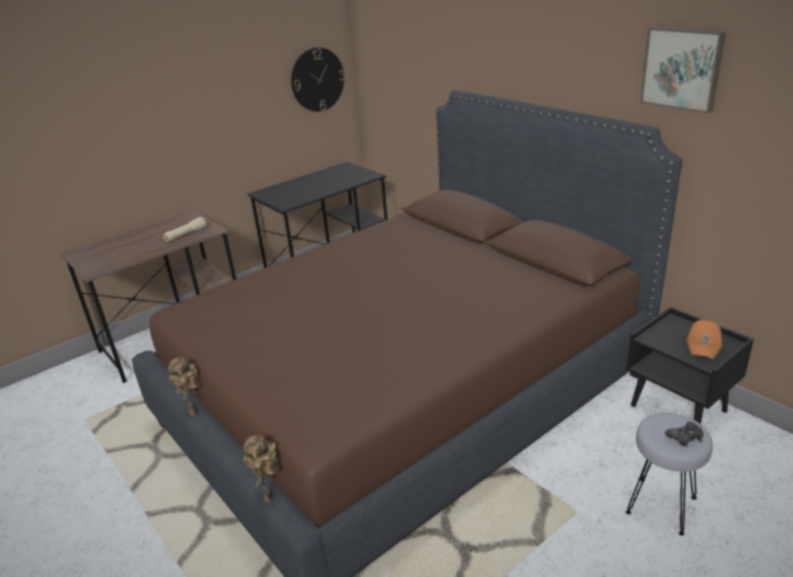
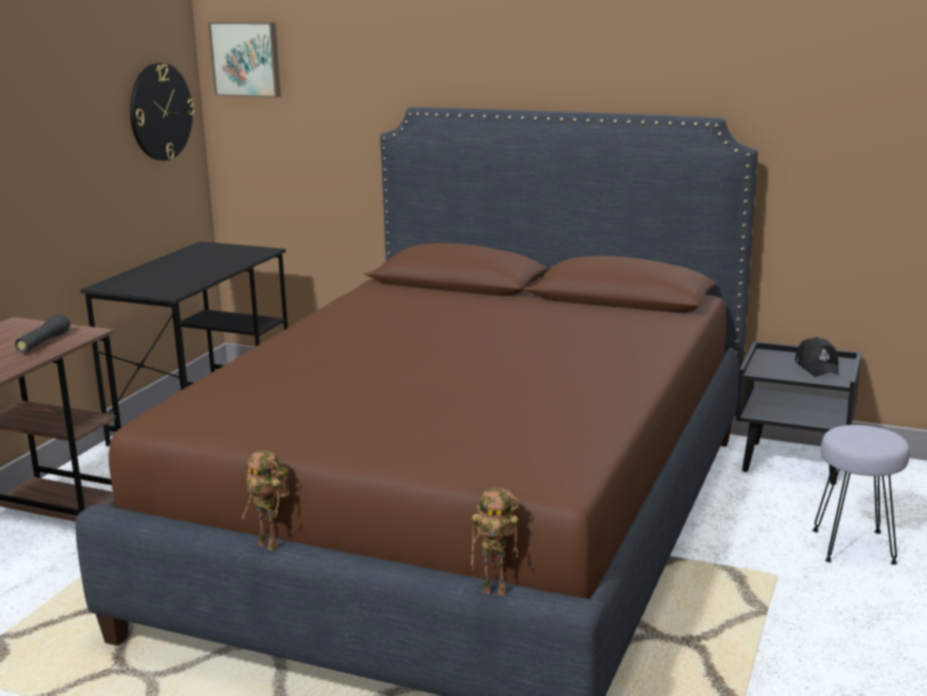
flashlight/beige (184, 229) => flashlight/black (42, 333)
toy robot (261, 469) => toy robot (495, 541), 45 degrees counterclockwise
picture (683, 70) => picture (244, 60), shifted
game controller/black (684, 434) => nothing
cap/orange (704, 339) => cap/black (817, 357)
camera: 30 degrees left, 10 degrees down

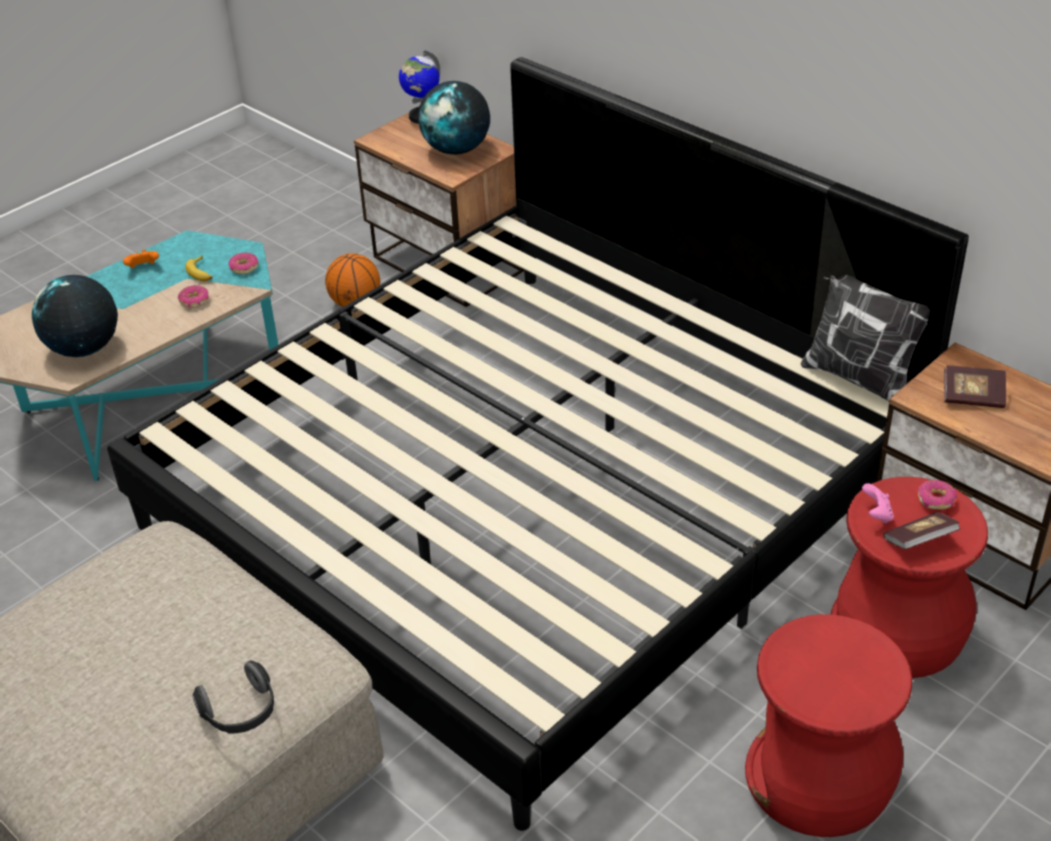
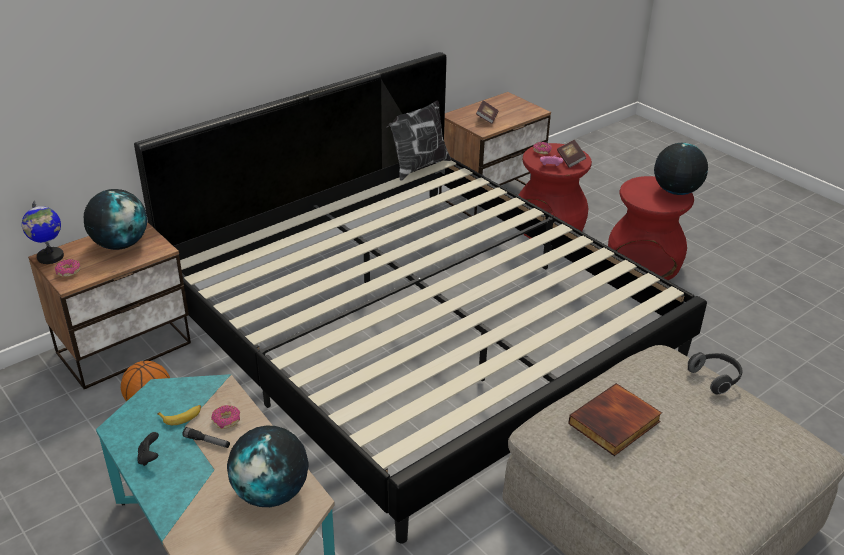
game controller/orange (141, 259) => game controller/black (148, 449)
donut (243, 263) => donut (68, 268), shifted
nothing => flashlight (206, 437)
nothing => book (615, 419)
nothing => globe (681, 169)
camera: 85 degrees left, 5 degrees down

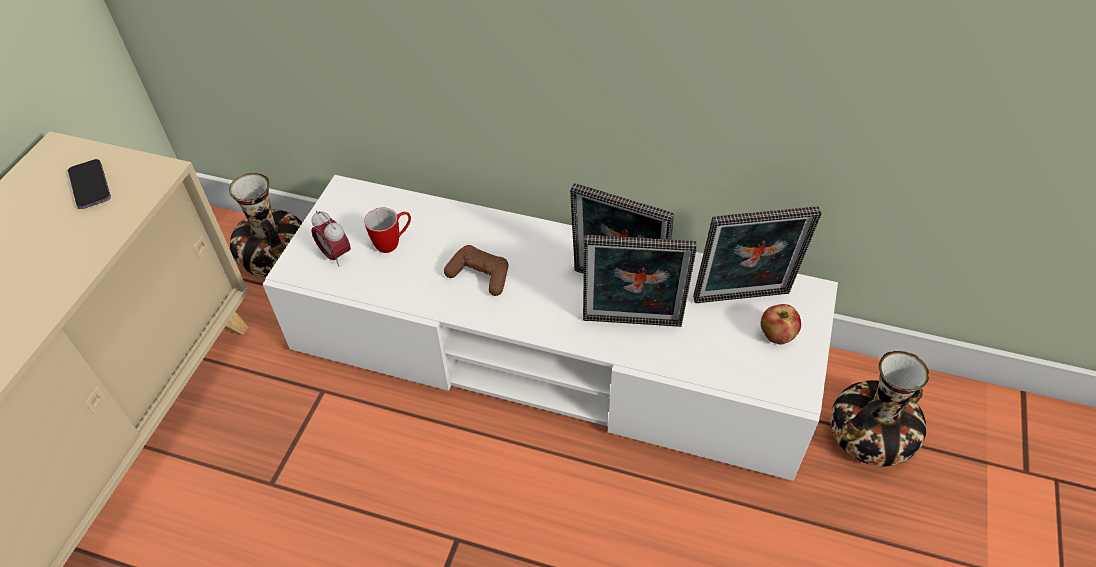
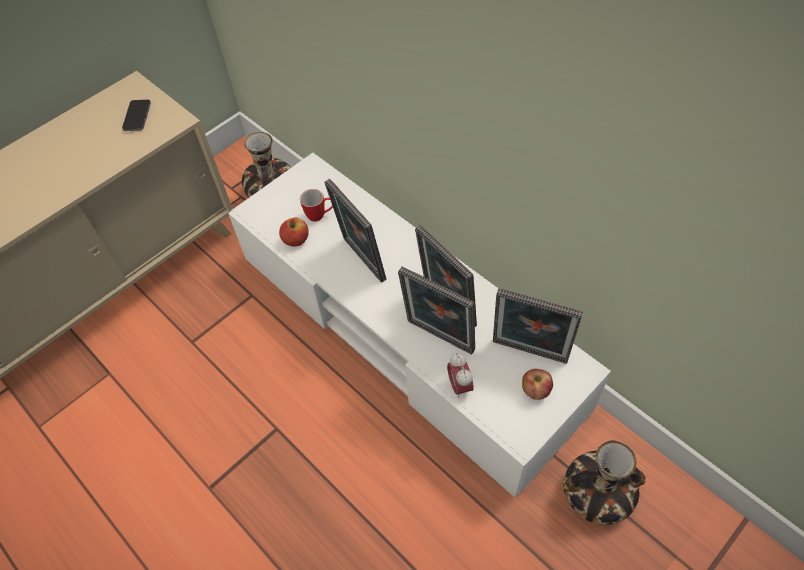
alarm clock (331, 238) => alarm clock (460, 375), shifted
game controller/brown (476, 270) => picture frame (355, 231)
nothing => apple (294, 232)
camera: 30 degrees right, 5 degrees up

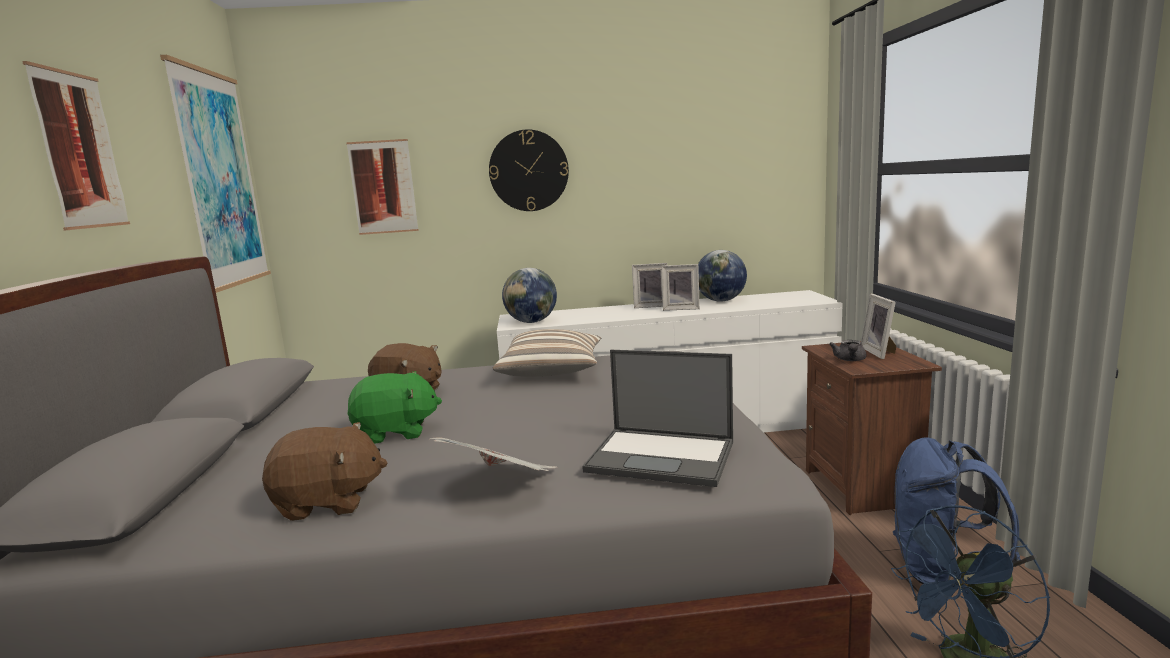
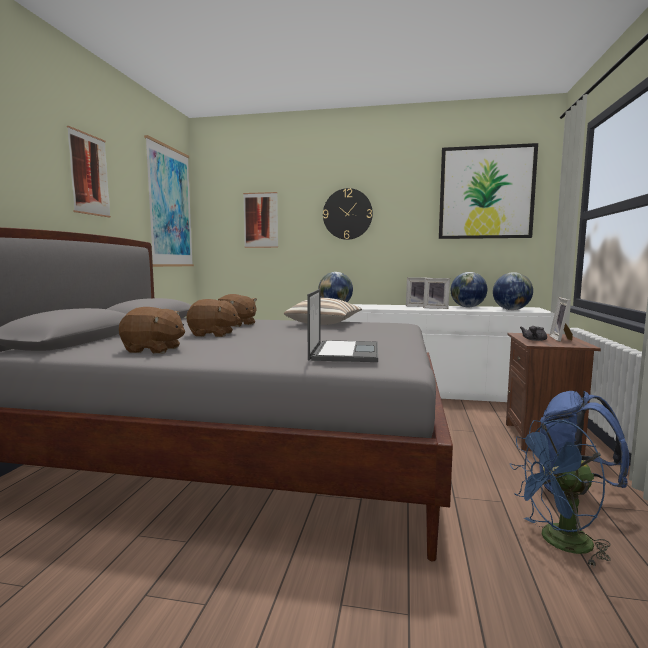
plush toy/green (394, 407) => plush toy/brown (213, 318)
newspaper (493, 454) => nothing
laptop (657, 418) => laptop (342, 325), 120 degrees counterclockwise
nothing => picture (488, 191)
nothing => globe (513, 291)
camera: 15 degrees right, 5 degrees down

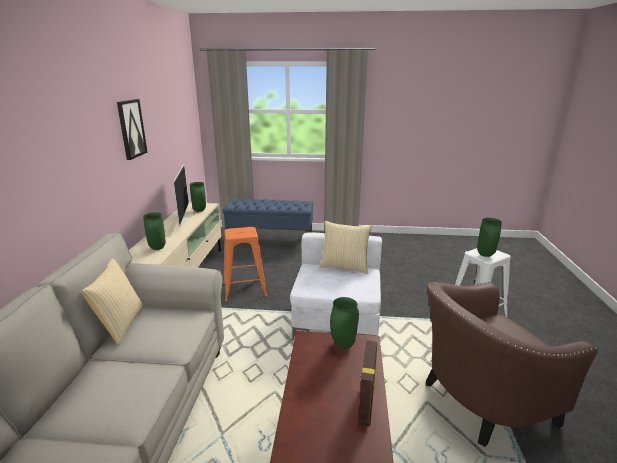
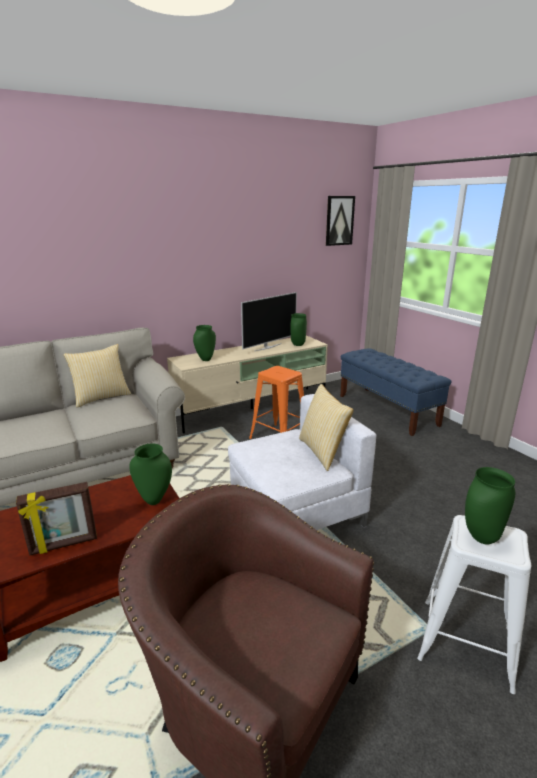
picture (132, 129) => picture (340, 221), shifted
camera: 55 degrees right, 0 degrees up

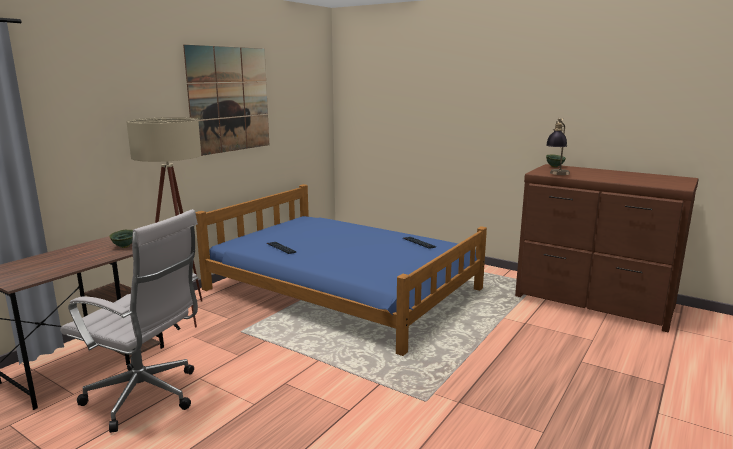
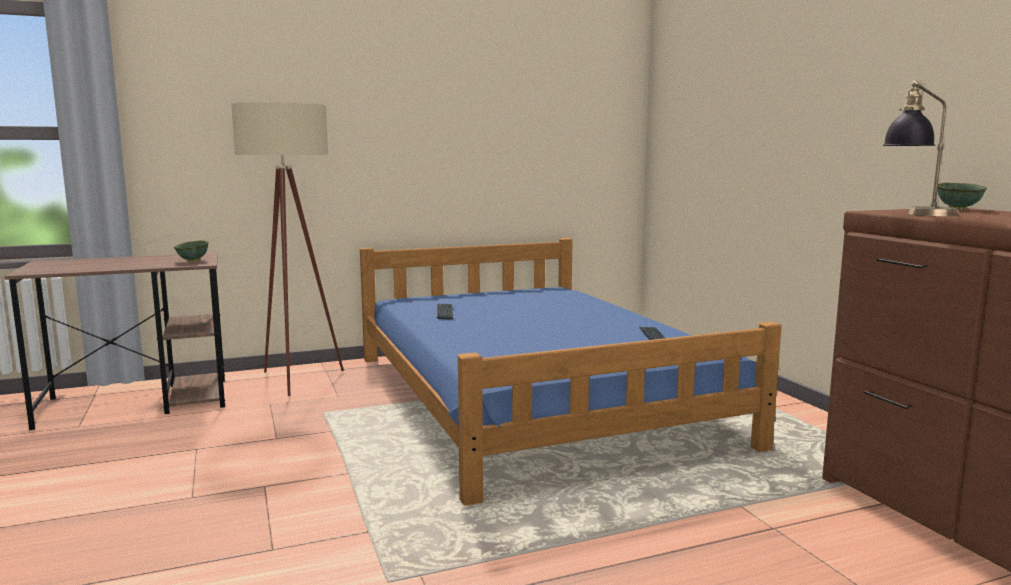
office chair/white (129, 321) => nothing
picture (226, 100) => nothing
camera: 35 degrees right, 5 degrees down

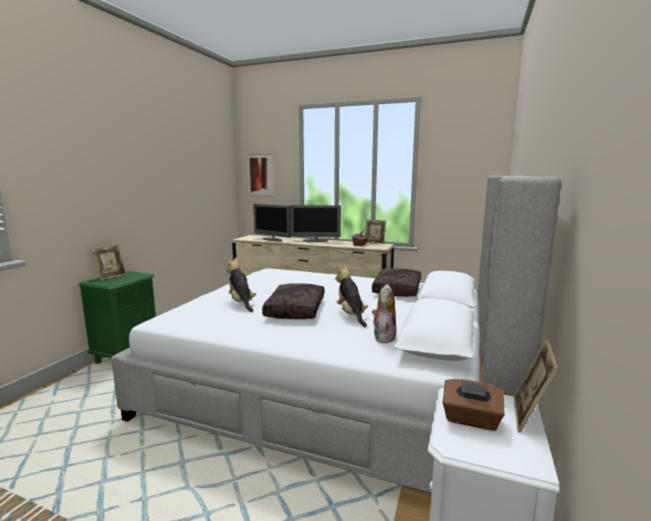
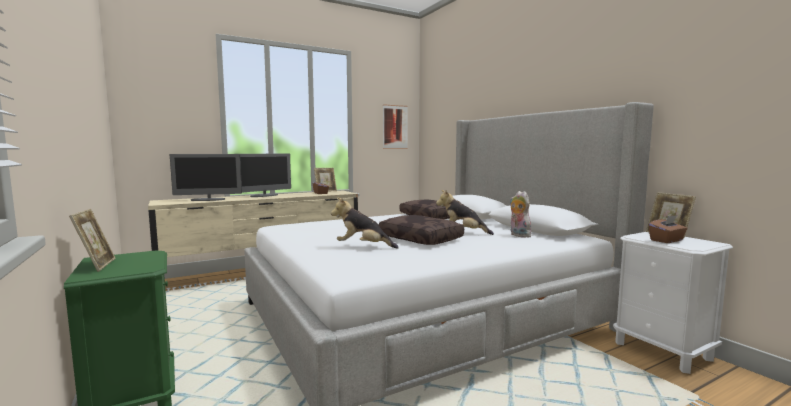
picture (261, 175) => picture (395, 126), shifted
camera: 50 degrees left, 5 degrees down

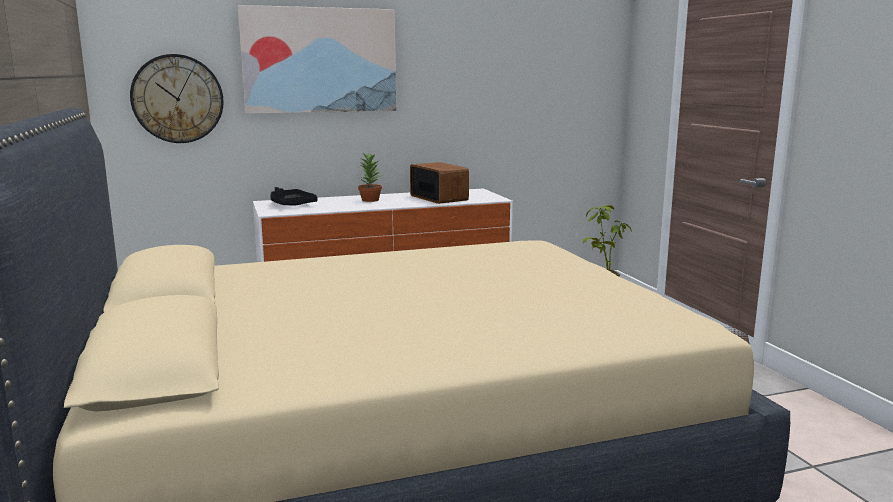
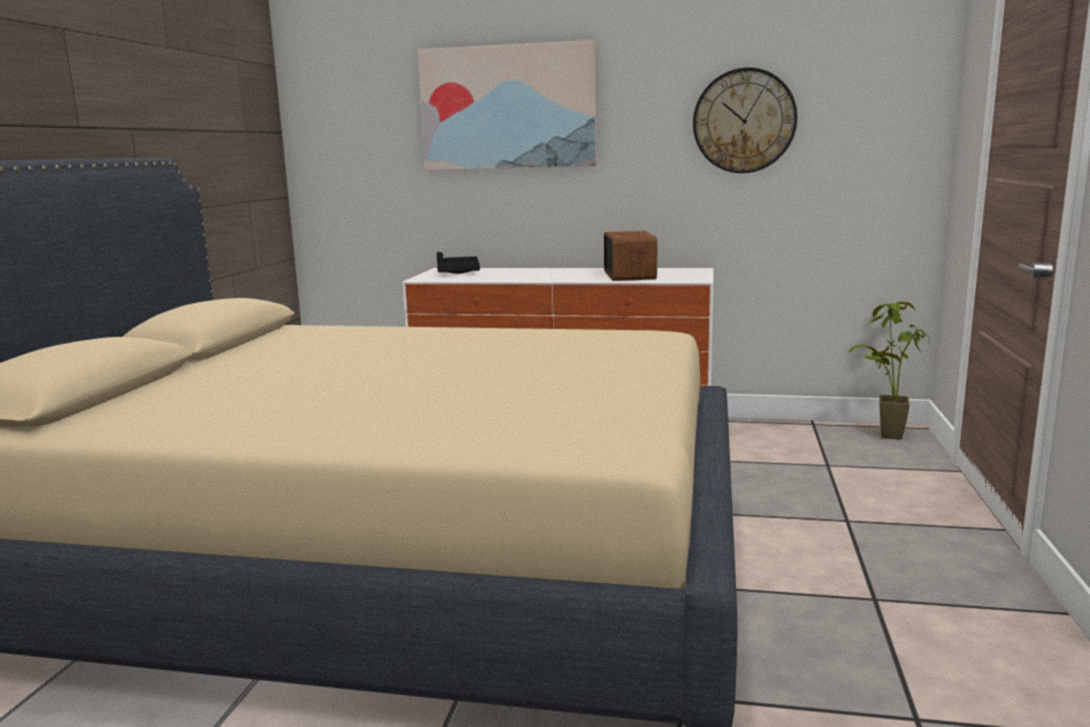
wall clock (177, 98) => wall clock (745, 120), shifted
potted plant (370, 177) => nothing
camera: 30 degrees right, 0 degrees up

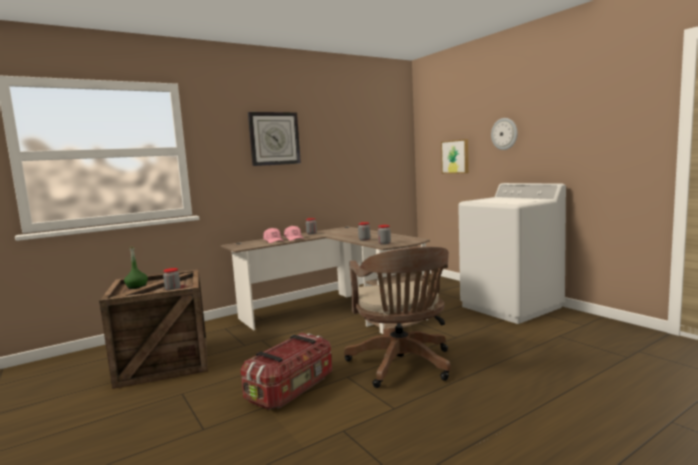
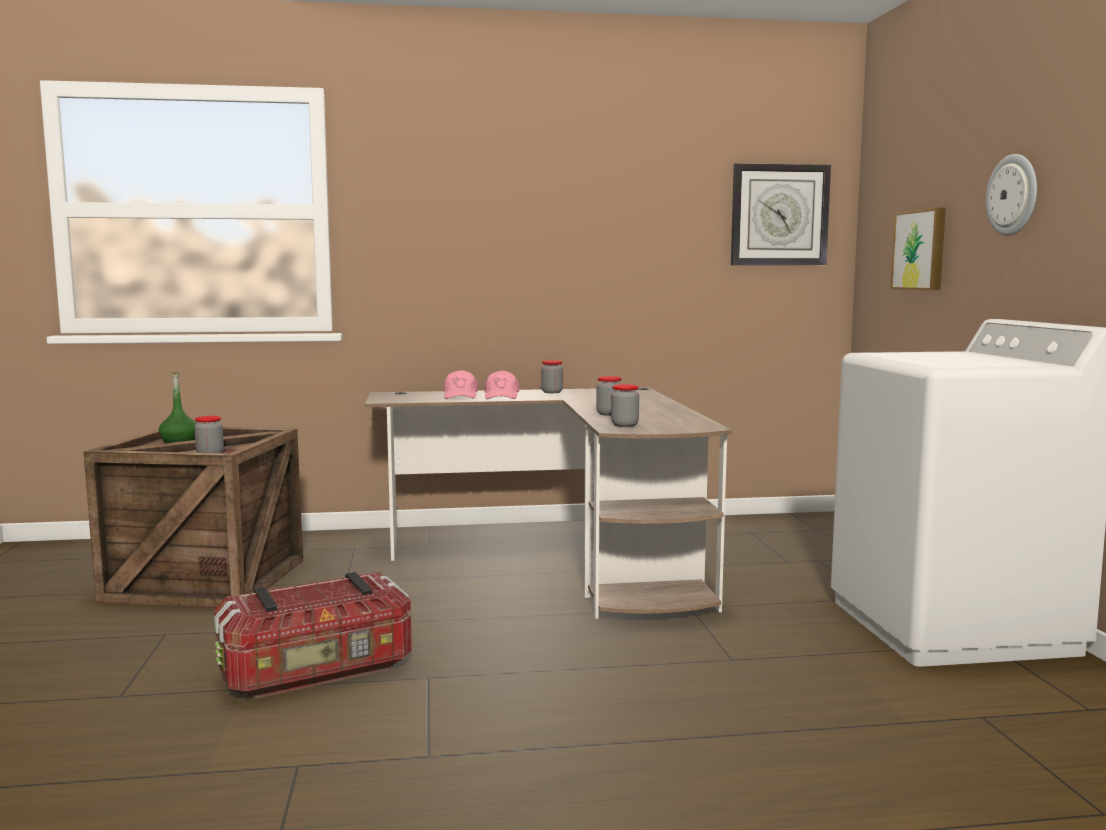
wall clock (274, 139) => wall clock (781, 214), shifted
office chair/brown (397, 317) => nothing
camera: 25 degrees right, 0 degrees up

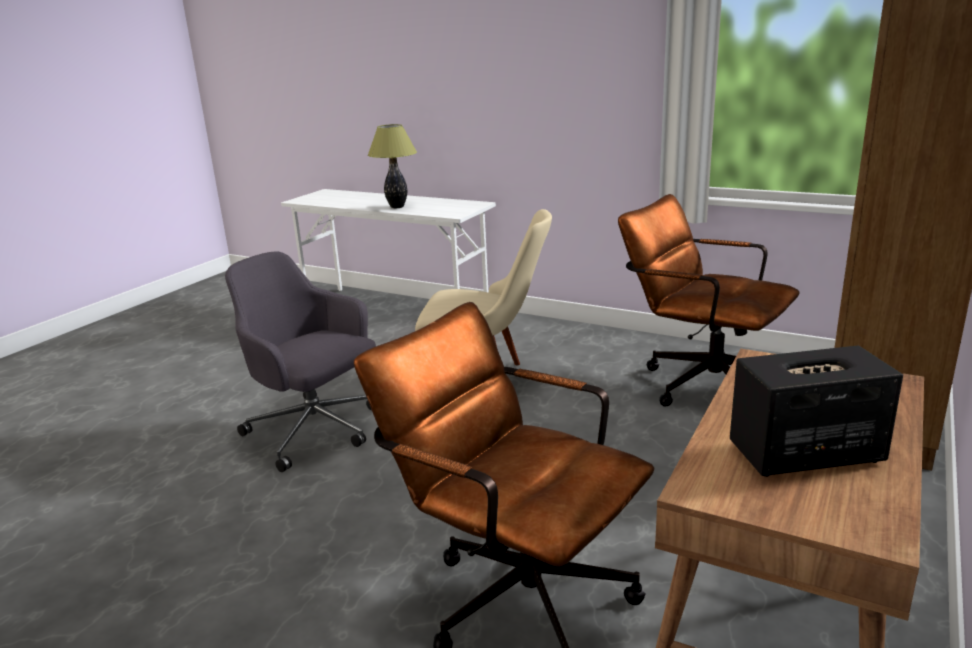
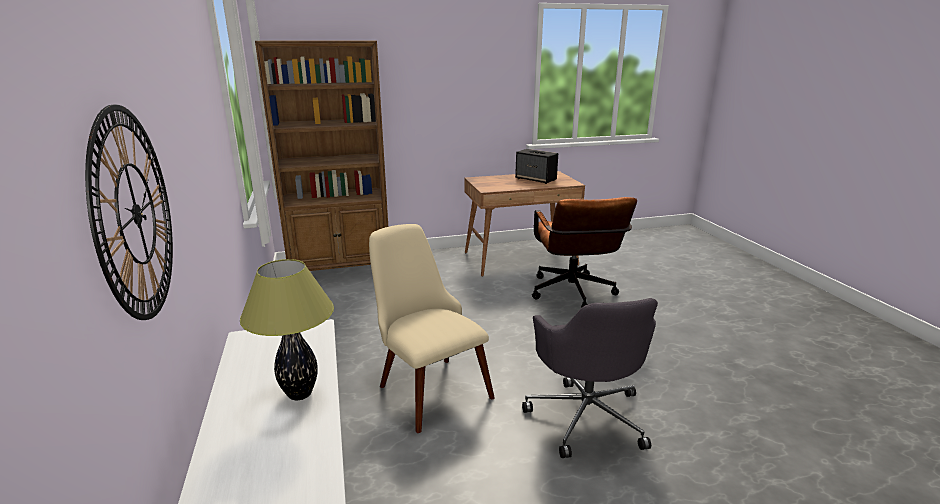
office chair/brown (708, 300) => nothing
nothing => wall clock (129, 212)
camera: 135 degrees left, 0 degrees up

